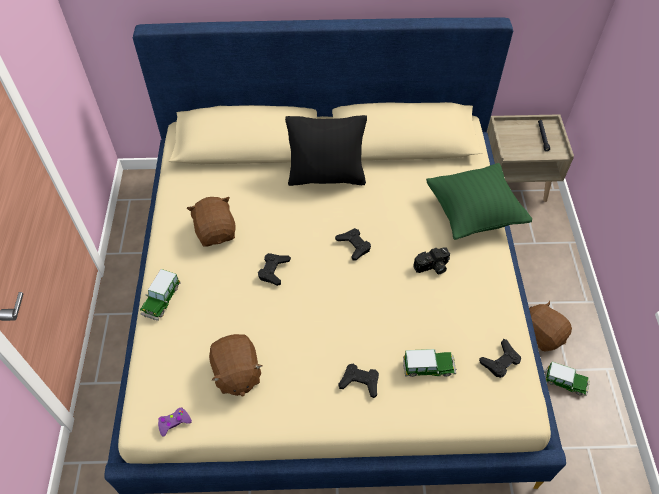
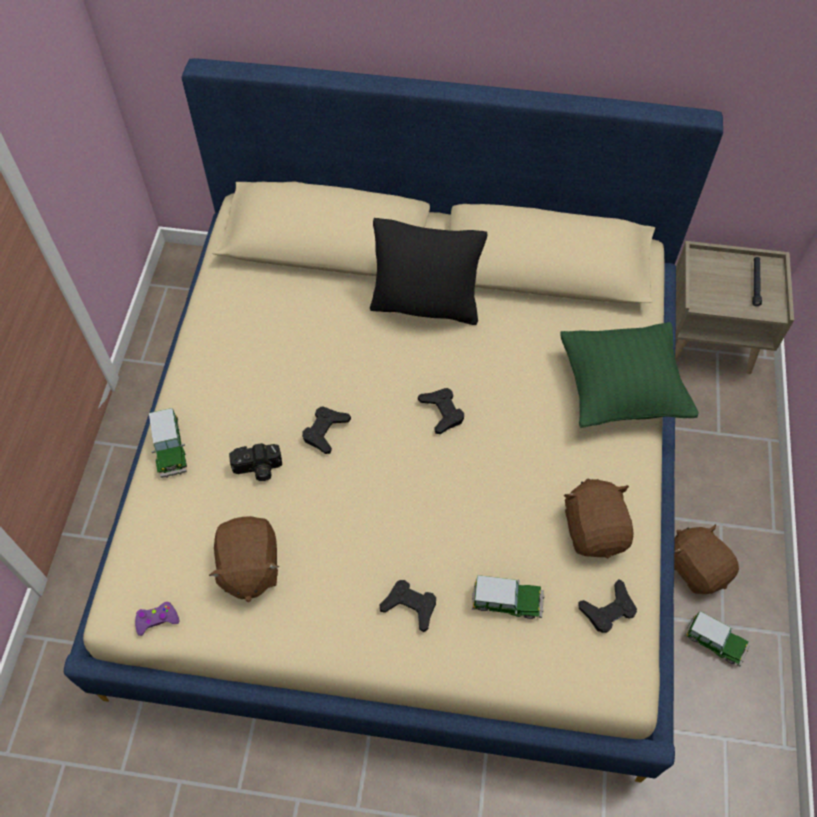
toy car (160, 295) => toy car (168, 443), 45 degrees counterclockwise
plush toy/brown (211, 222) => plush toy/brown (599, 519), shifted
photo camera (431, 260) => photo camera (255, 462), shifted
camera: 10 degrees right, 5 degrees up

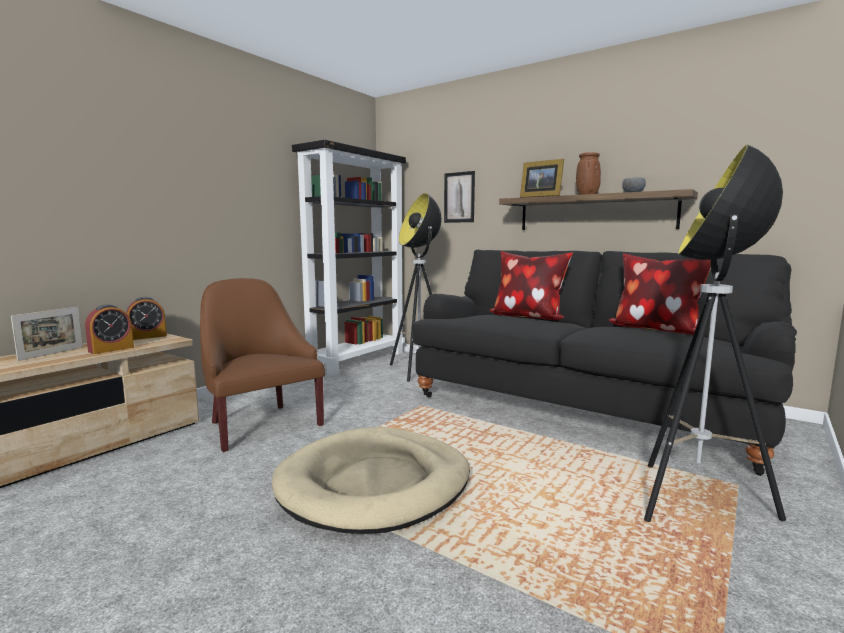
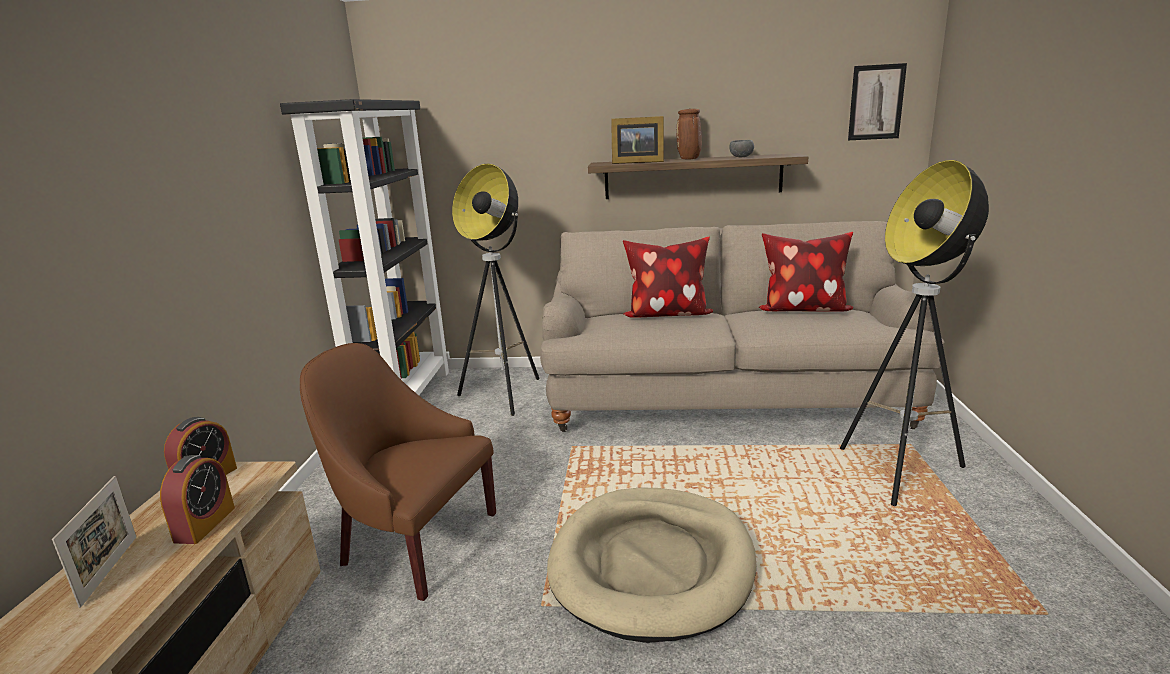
sofa/black (604, 363) => sofa/beige (742, 326)
picture (459, 197) => picture (877, 101), shifted
camera: 30 degrees left, 10 degrees up

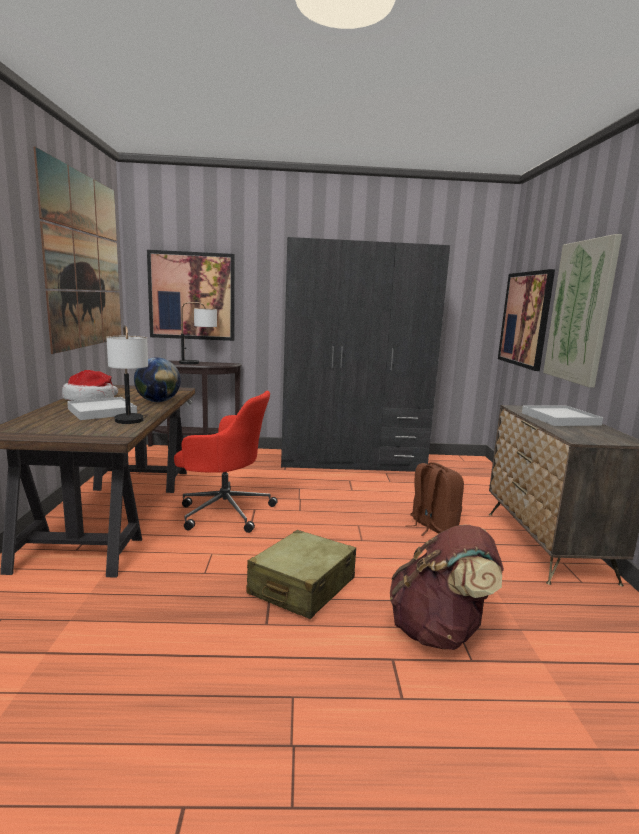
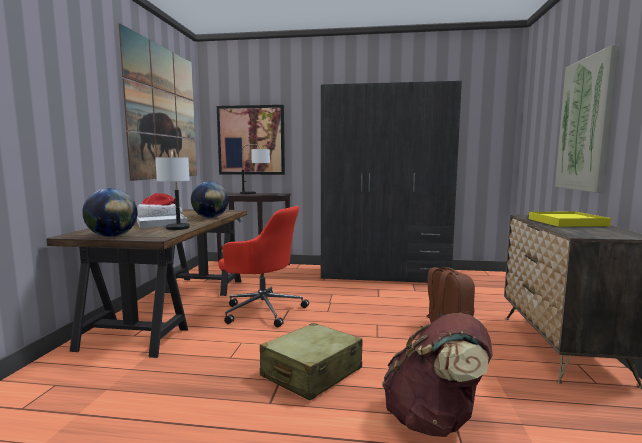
picture (526, 320) => nothing
tray/white (562, 416) => tray/yellow (570, 219)
nothing => globe (110, 212)
camera: 10 degrees right, 5 degrees down

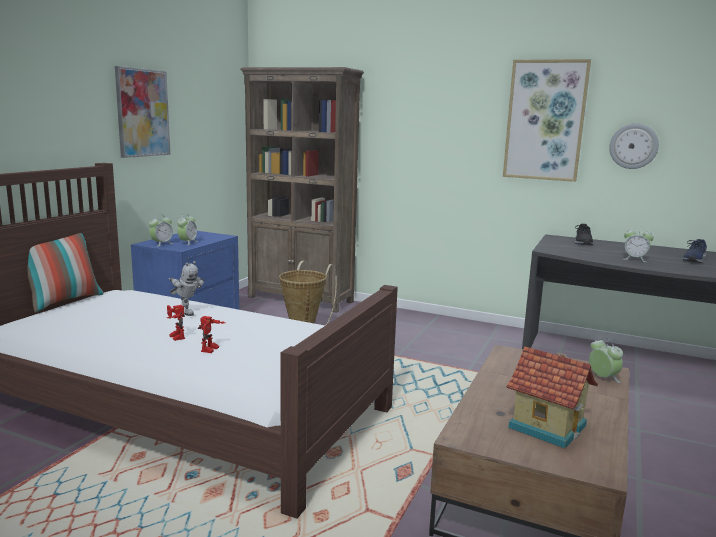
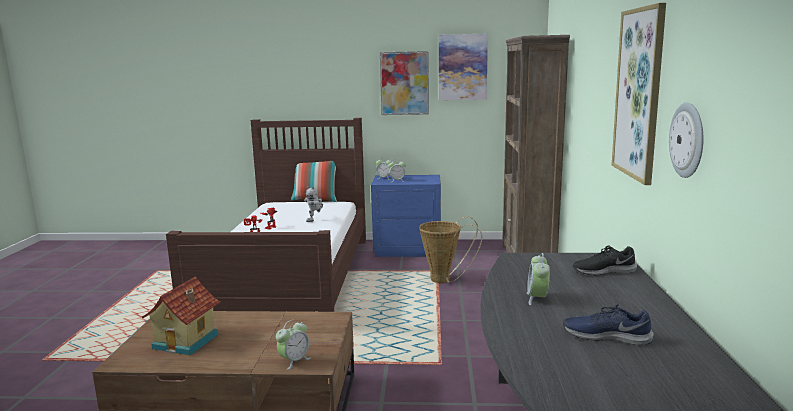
nothing => picture (463, 67)
camera: 70 degrees right, 0 degrees up

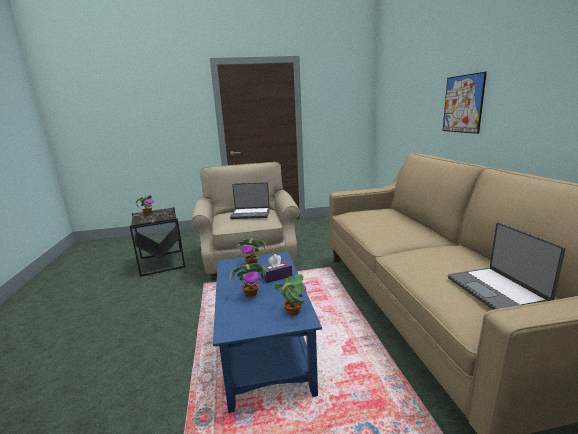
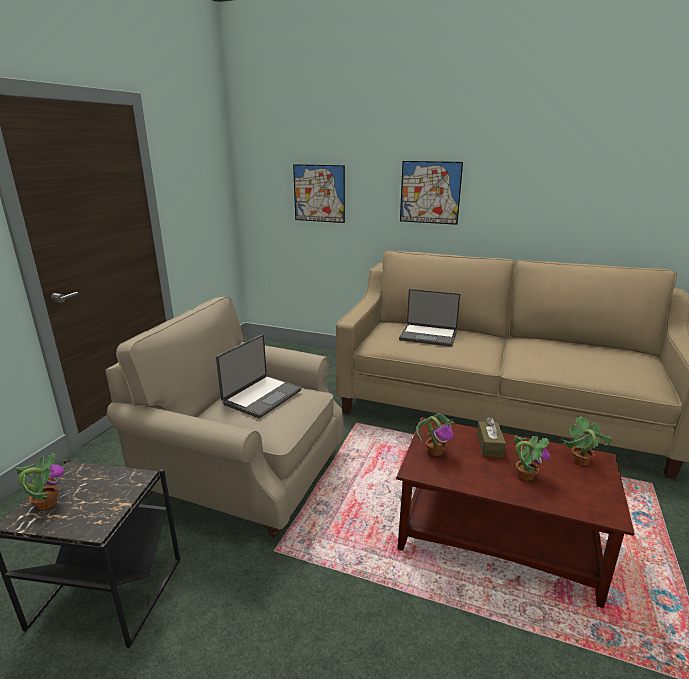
coffee table/blue (267, 332) => coffee table/brown (515, 512)
tissue box/purple (276, 268) => tissue box/brown (491, 437)
laptop (507, 266) => laptop (429, 318), shifted
nothing => picture (319, 193)
camera: 60 degrees left, 5 degrees up

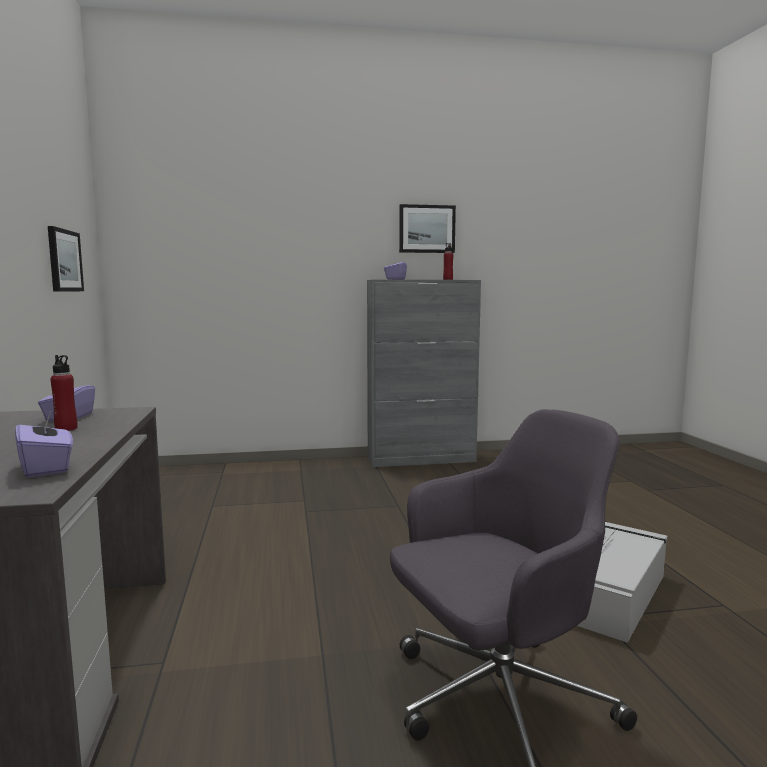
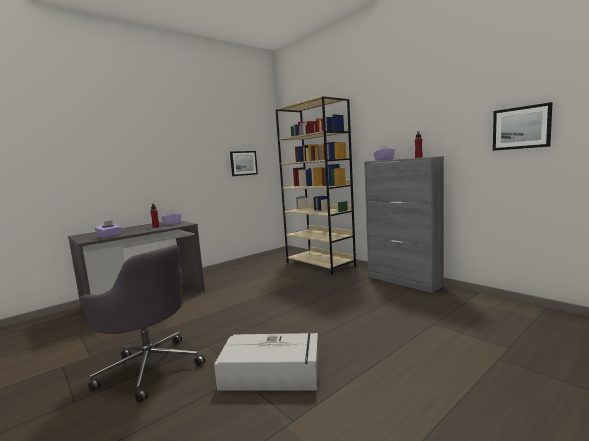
picture (427, 228) => picture (523, 126), shifted
nothing => bookcase/beige (316, 185)
camera: 60 degrees right, 0 degrees up

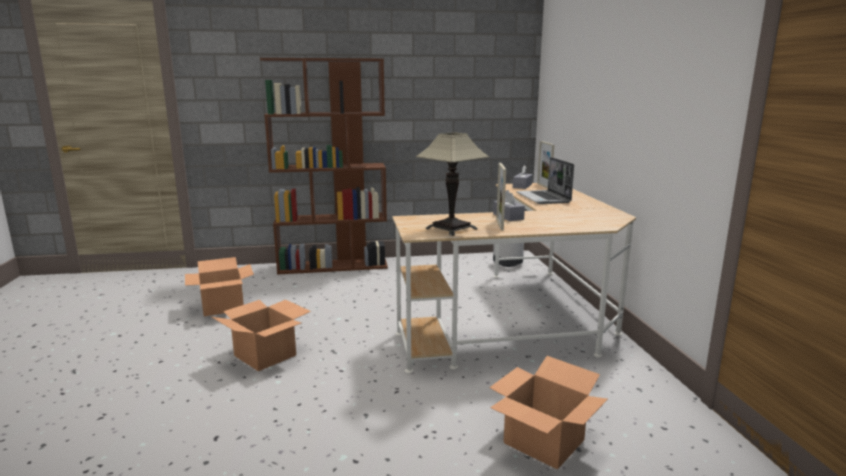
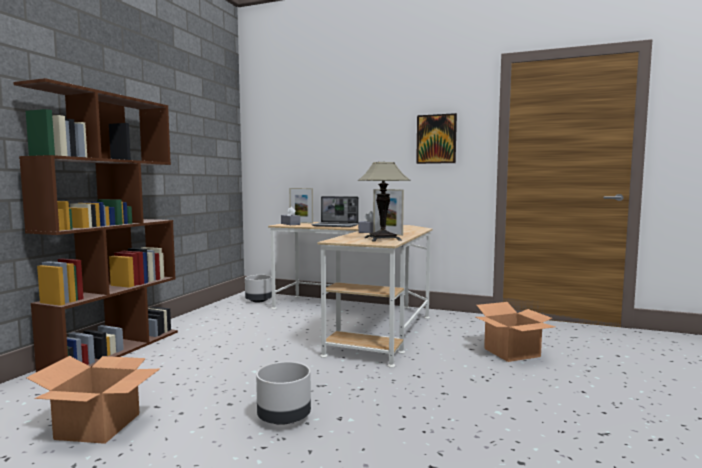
cardboard box (261, 335) => planter/grey (283, 393)
nothing => picture (436, 138)
camera: 60 degrees left, 10 degrees down

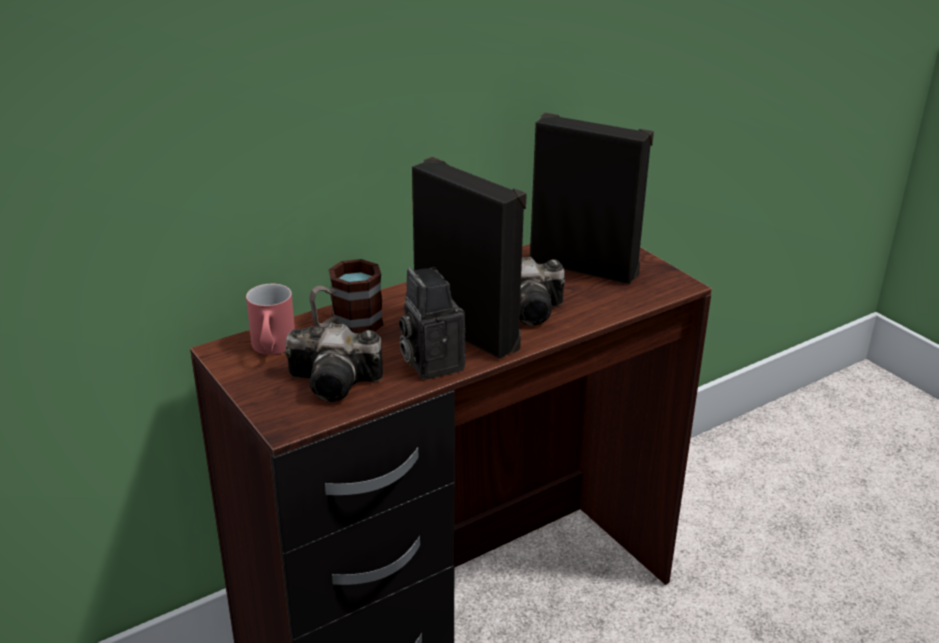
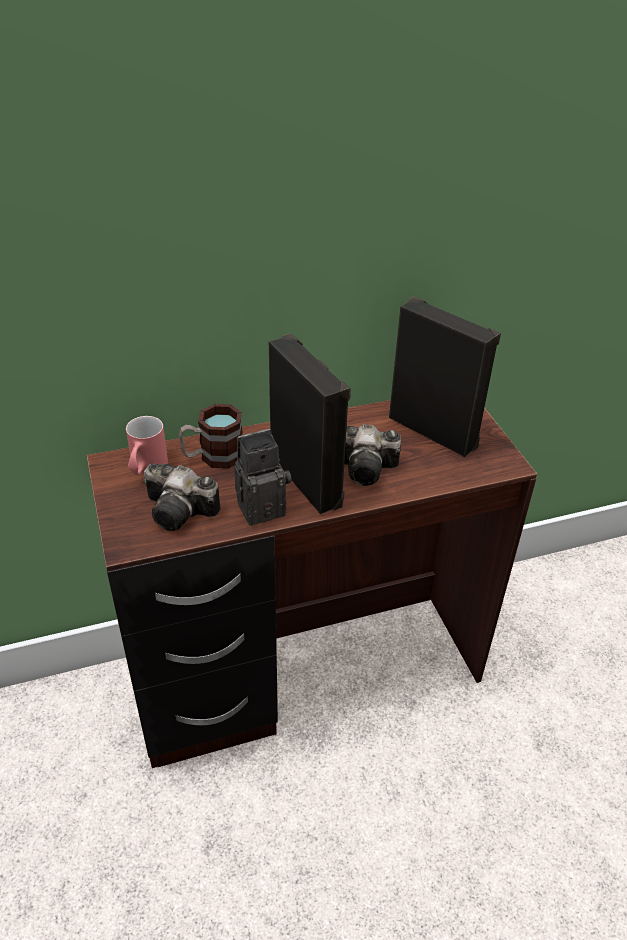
photo camera (432, 323) => photo camera (263, 477), 75 degrees clockwise
camera: 15 degrees right, 10 degrees up

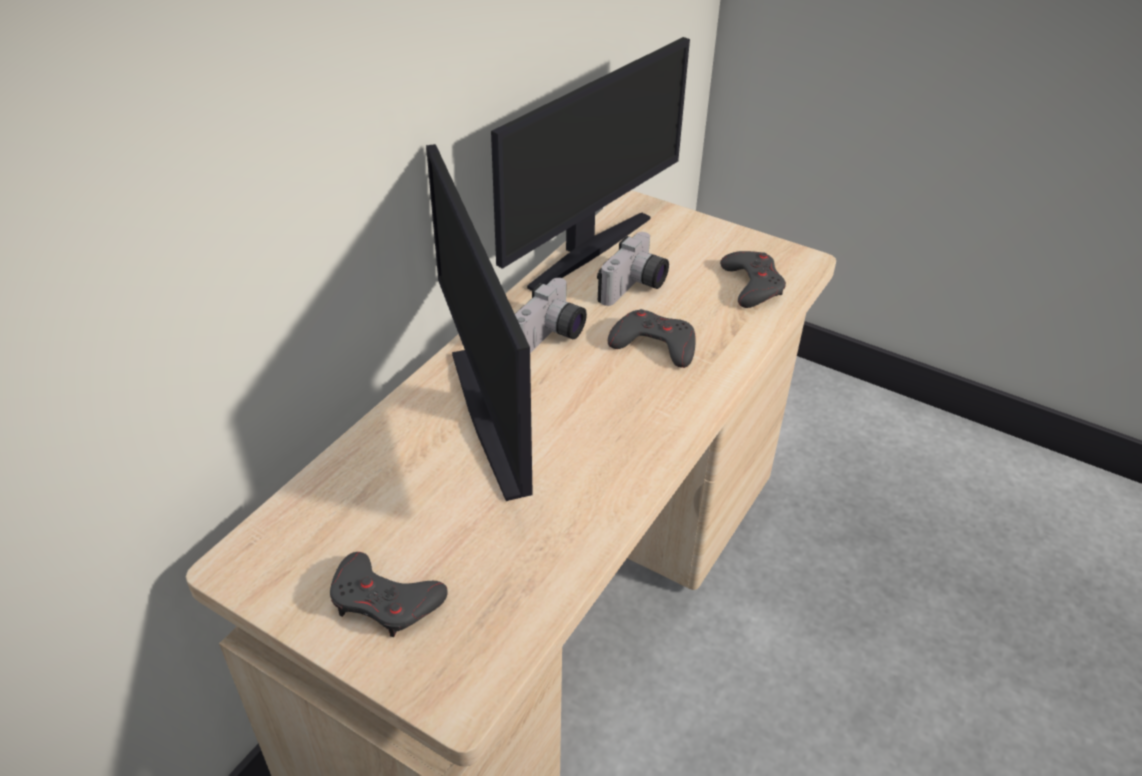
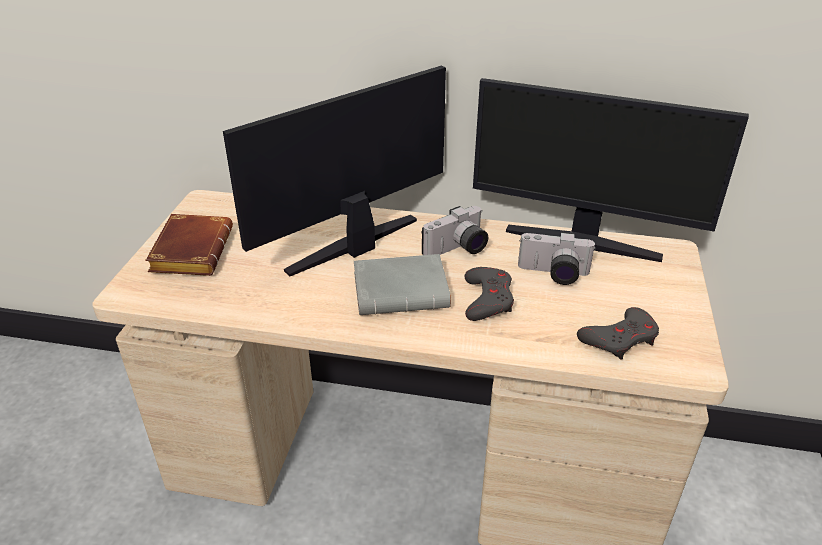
game controller/grey (389, 594) => book/brown (189, 245)
photo camera (551, 315) => photo camera (454, 230), 45 degrees counterclockwise
nothing => book/grey (402, 284)
camera: 70 degrees right, 5 degrees down

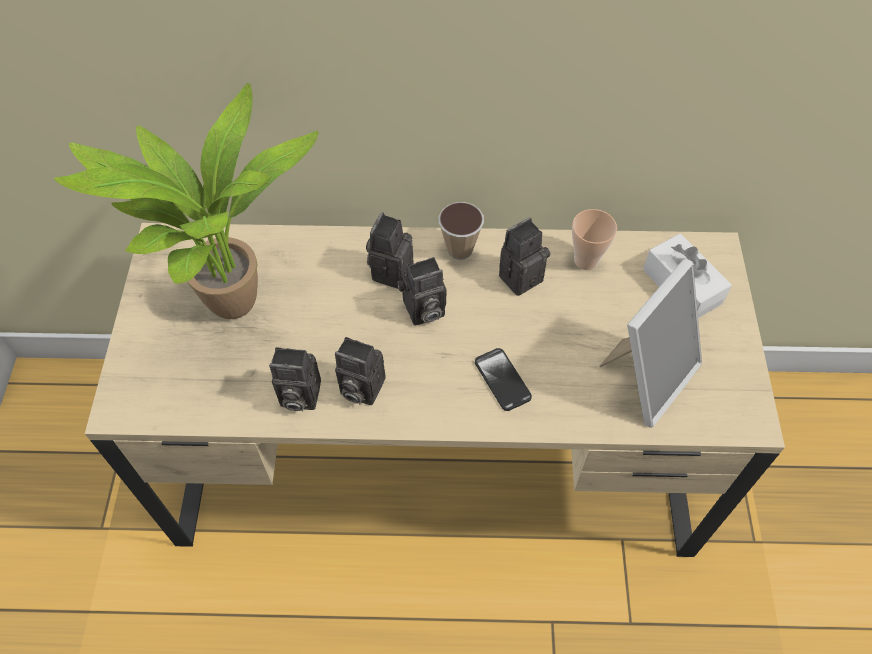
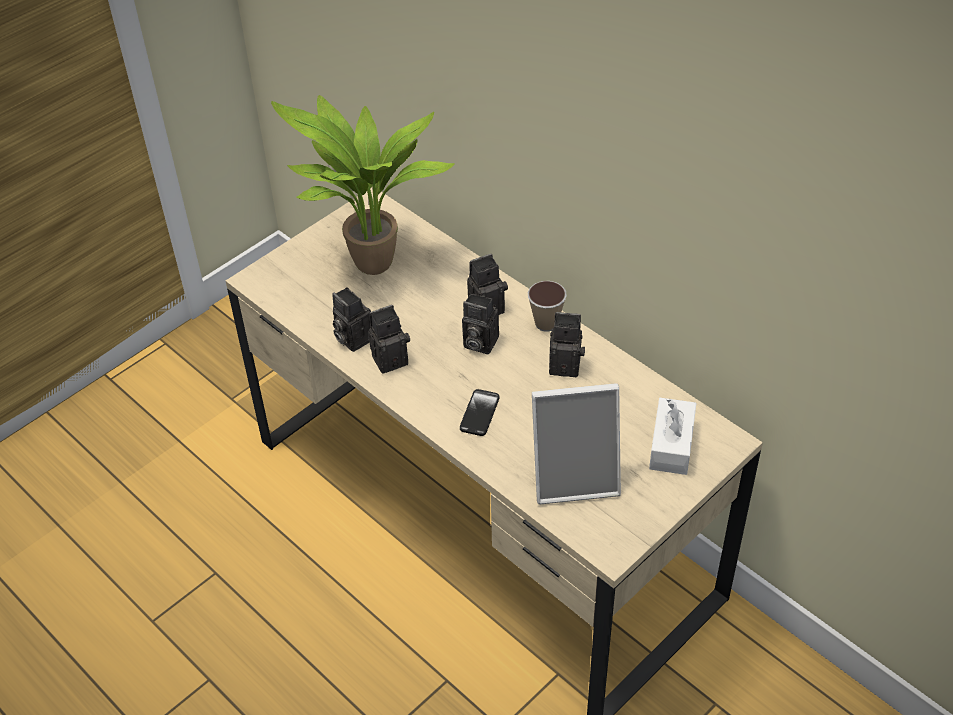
photo camera (360, 371) => photo camera (389, 339), 90 degrees clockwise
cup (594, 239) => nothing
camera: 45 degrees right, 10 degrees down

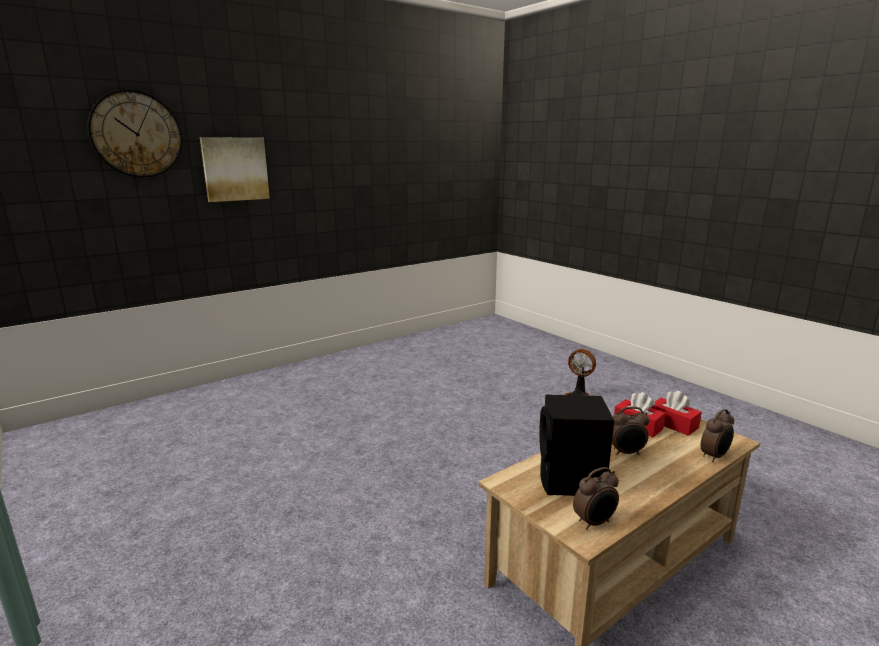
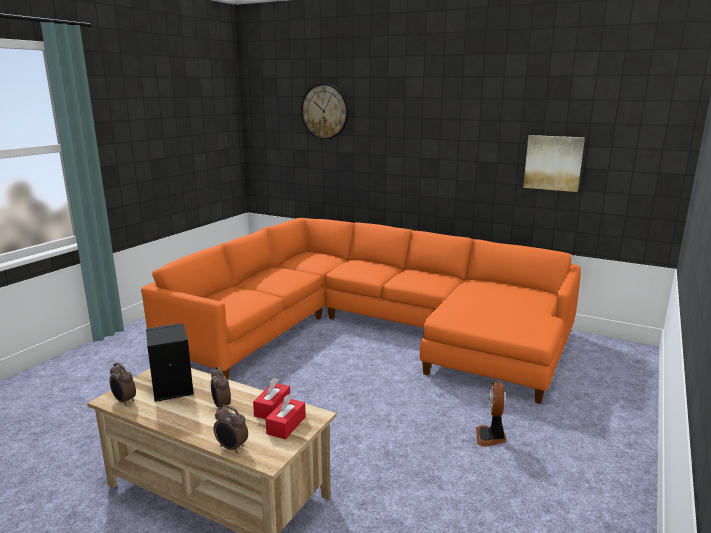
picture (235, 169) => picture (554, 163), shifted
nothing => sofa/orange (361, 311)
camera: 65 degrees right, 0 degrees up

